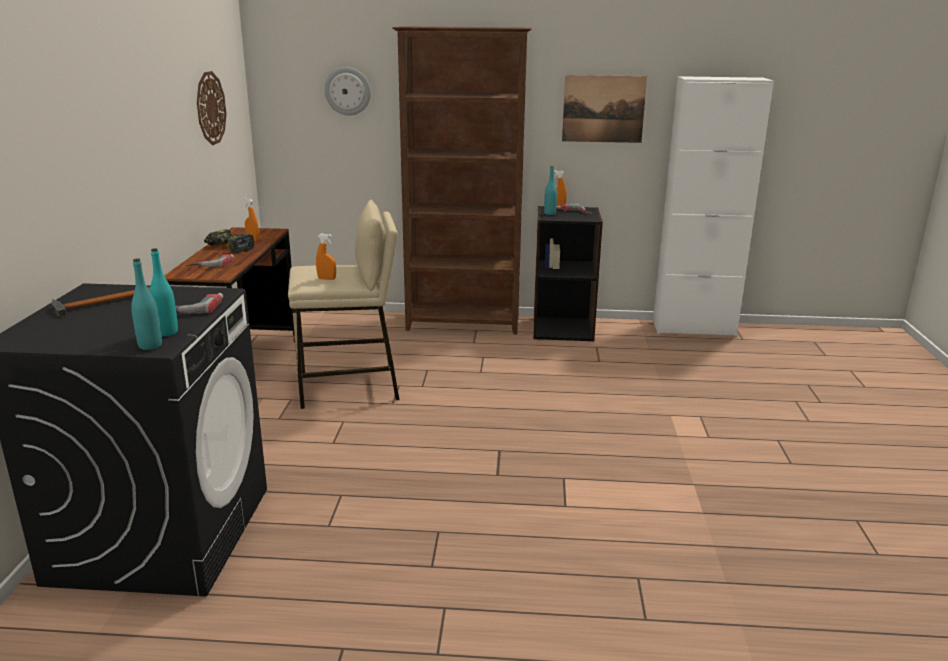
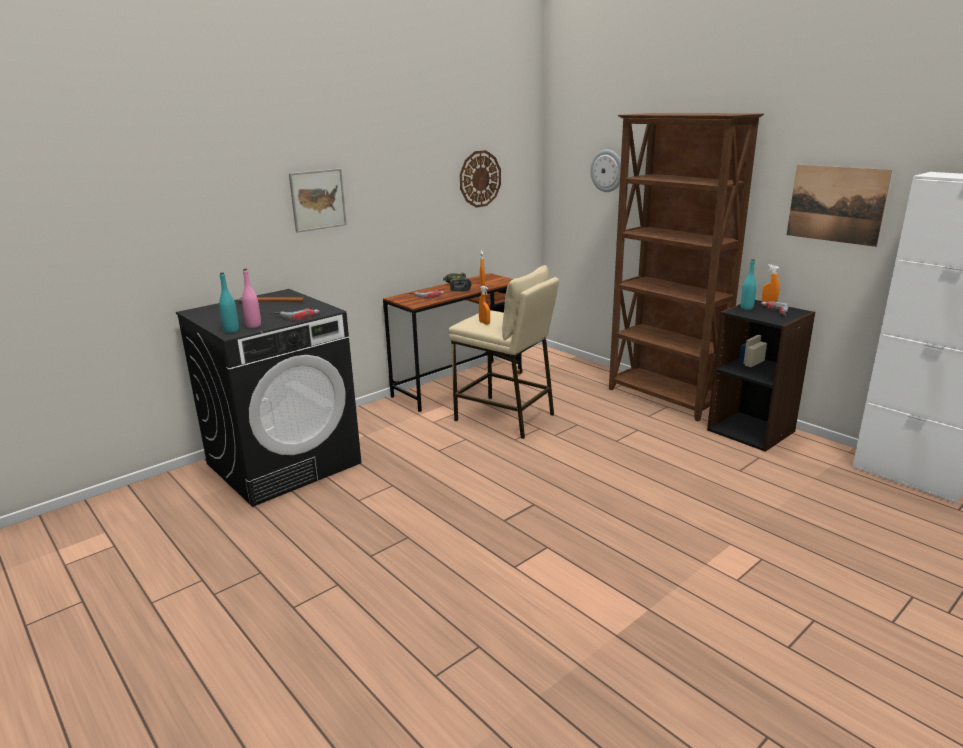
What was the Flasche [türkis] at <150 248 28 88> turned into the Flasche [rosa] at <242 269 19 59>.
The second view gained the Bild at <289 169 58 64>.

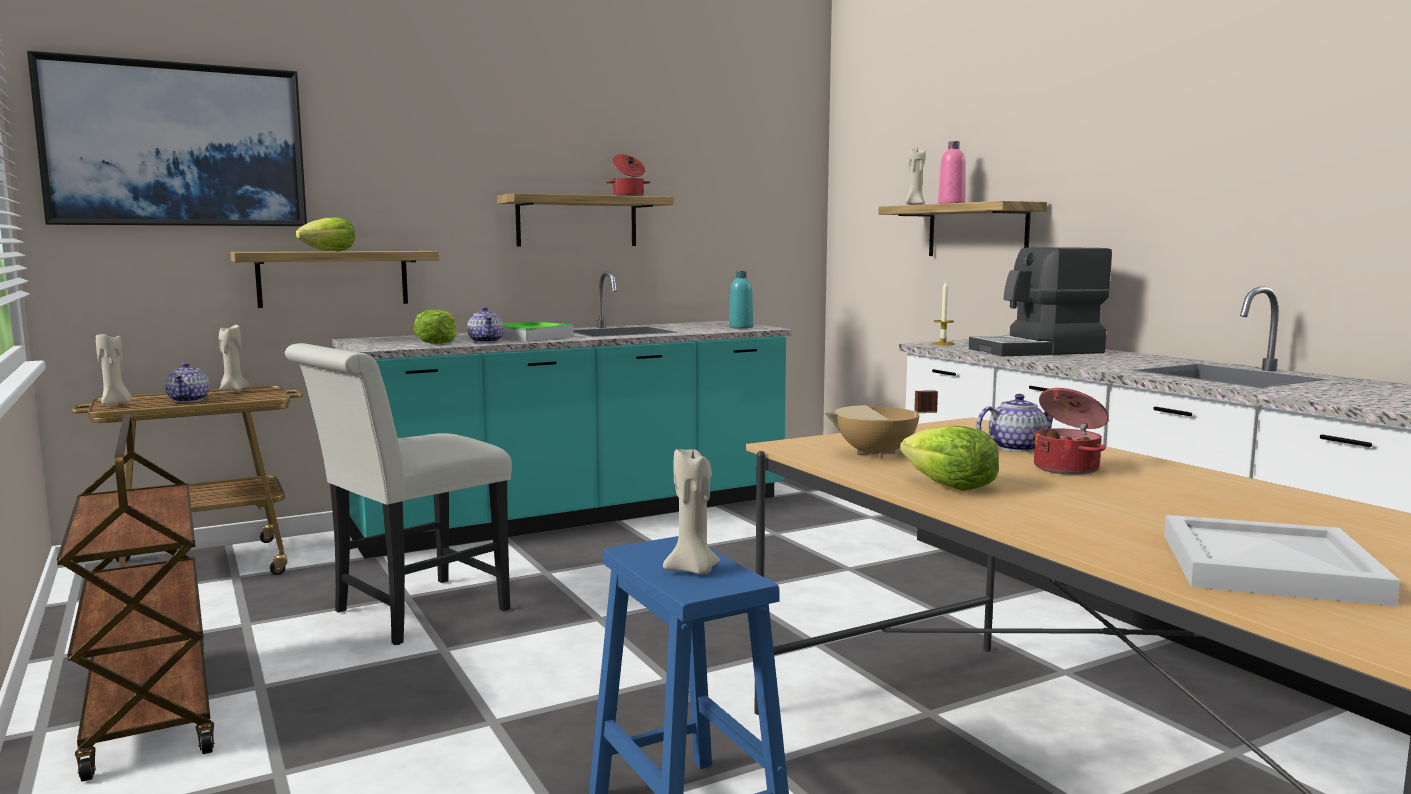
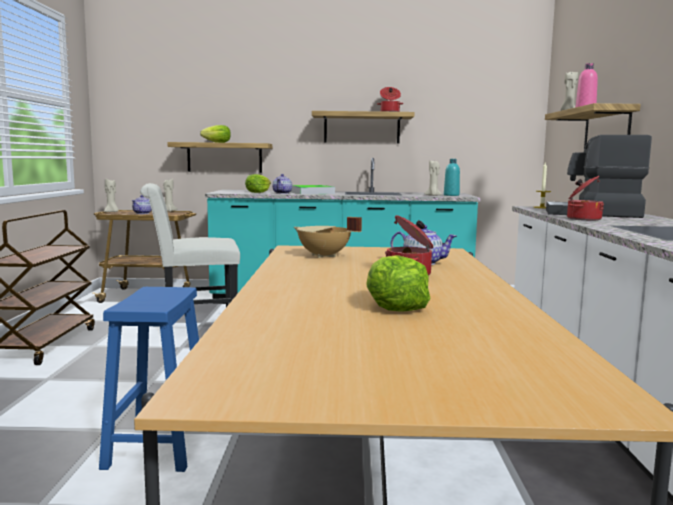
The second view lost the Bild at <27 51 280 175>.
The Salatkopf ended up elsewhere, having gone from <900 425 99 66> to <366 255 65 57>.
The Kerze [beige] ended up elsewhere, having gone from <663 449 57 125> to <424 160 18 36>.
The second view lost the Tablett [weiß] at <1164 515 236 91>.
The second view gained the Kochtopf at <567 176 37 45>.

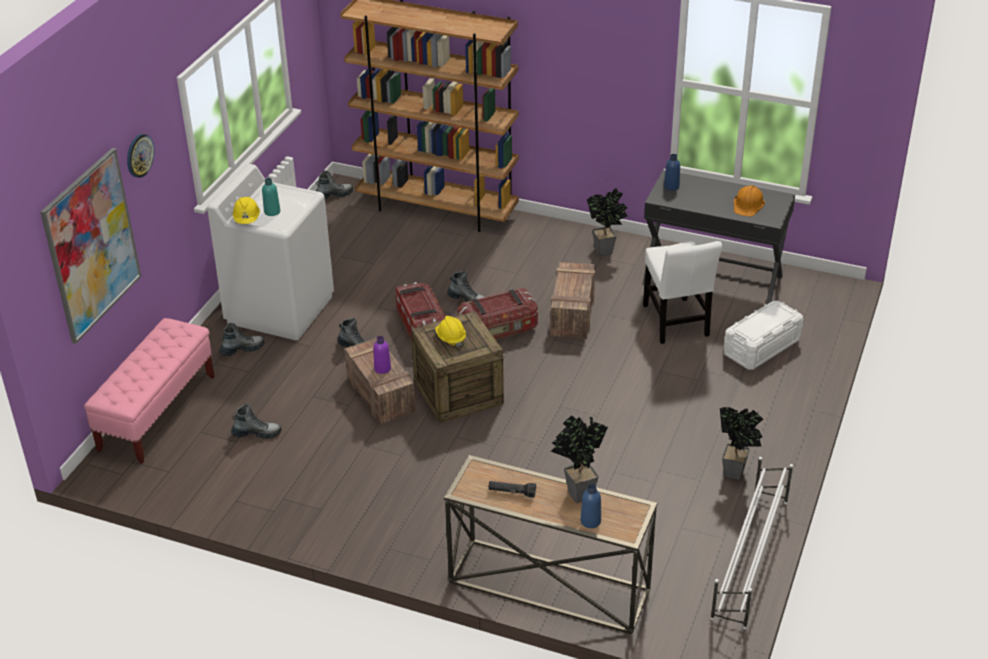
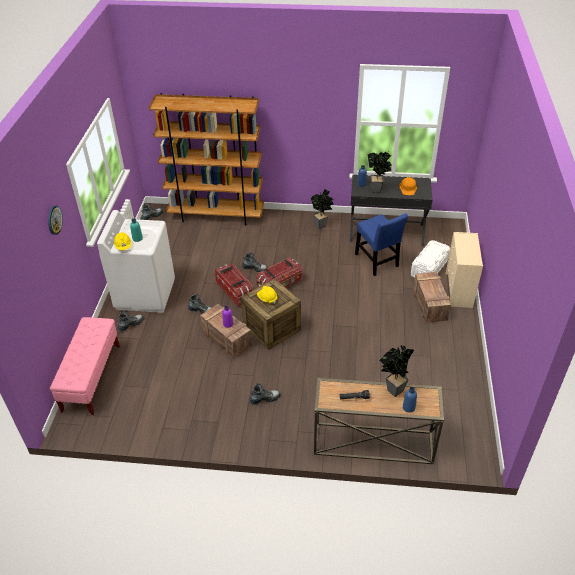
The second view lost the Bild at <40 148 101 196>.
What was the Stuhl [weiß] at <643 241 79 103> turned into the Stuhl [blau] at <355 214 53 62>.
The Kiste ended up elsewhere, having gone from <551 262 44 77> to <413 272 38 51>.
The Stiefel ended up elsewhere, having gone from <231 404 50 35> to <249 383 31 22>.
The Topfpflanze ended up elsewhere, having gone from <720 407 43 73> to <367 152 25 41>.
The second view lost the Schuhregal [weiß] at <711 457 82 172>.
The second view gained the Kommode [beige] at <446 232 37 76>.

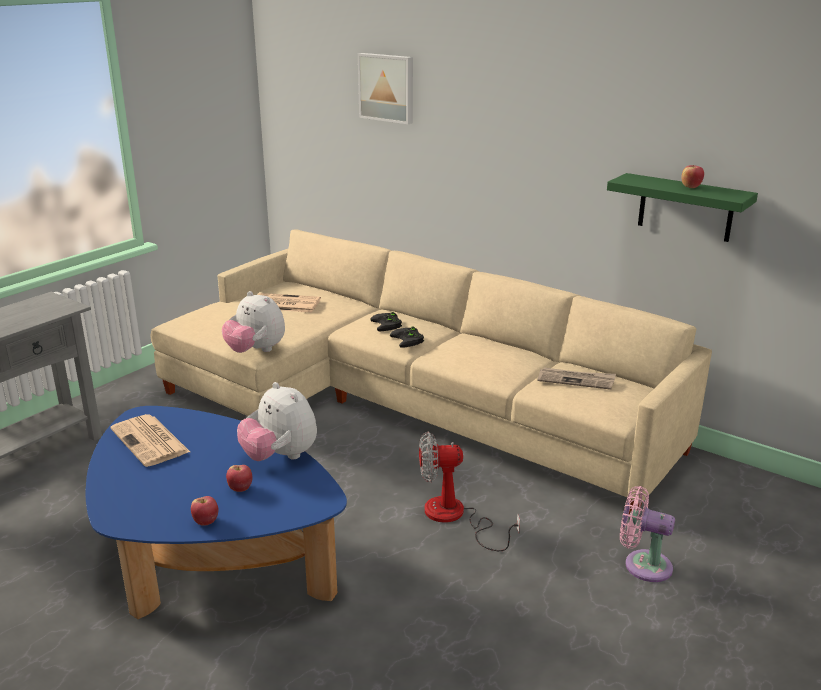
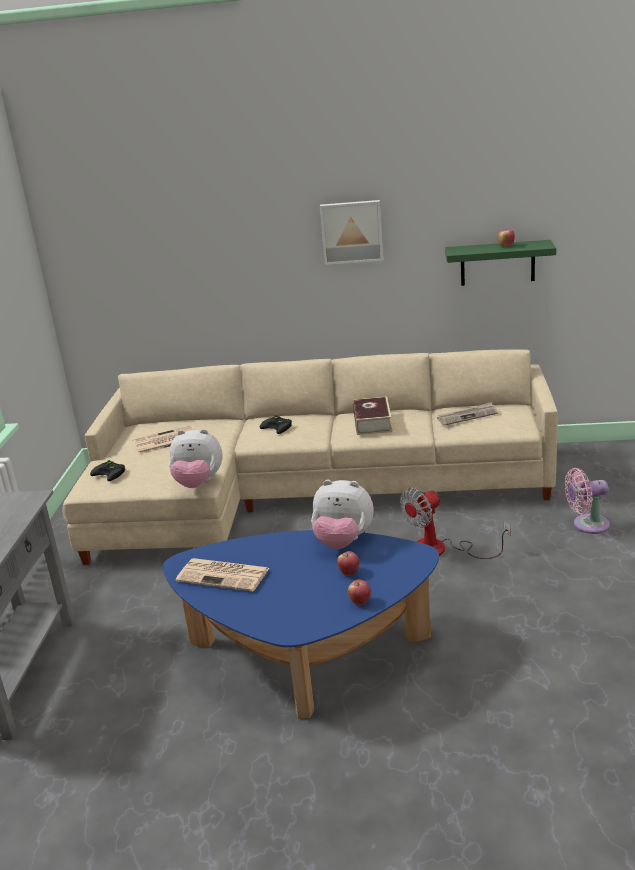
The Bild ended up elsewhere, having gone from <358 53 55 71> to <320 200 63 65>.
The Gamepad [schwarz] ended up elsewhere, having gone from <390 327 34 21> to <90 460 35 21>.
The second view gained the Buch at <353 396 39 39>.

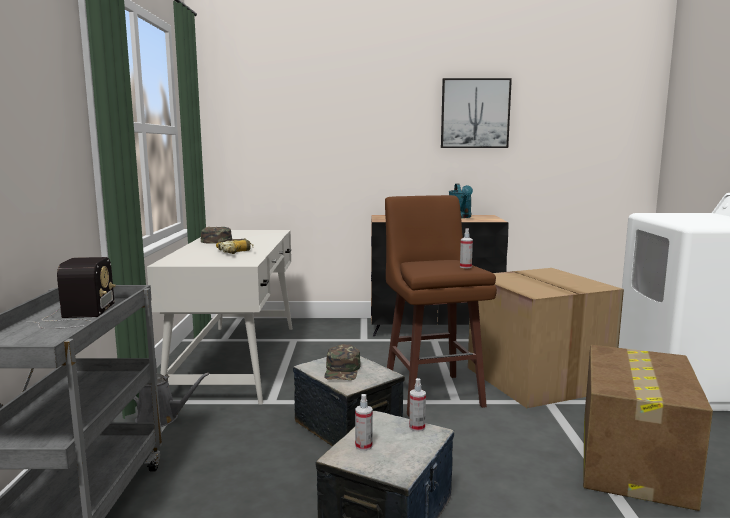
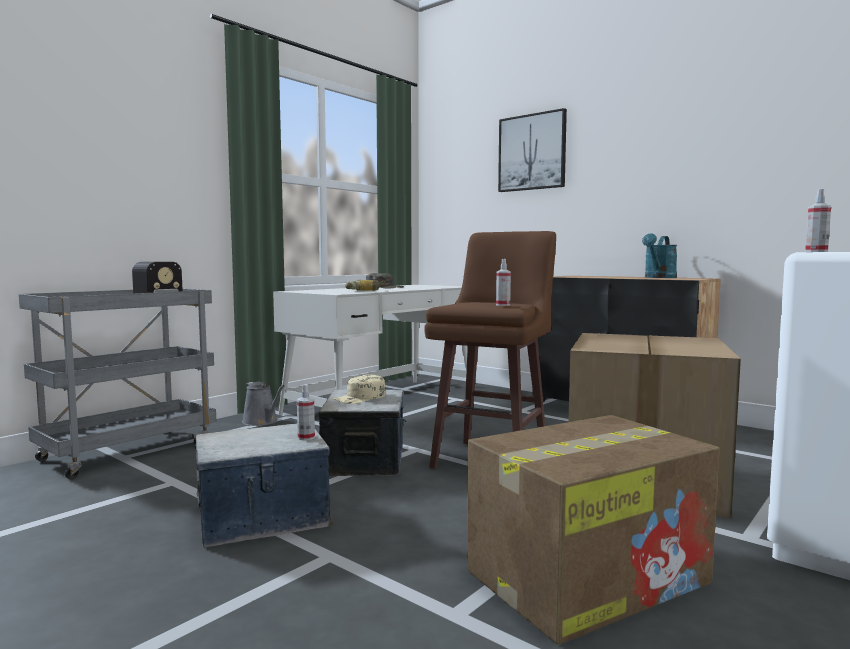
The Bild ended up elsewhere, having gone from <441 78 71 70> to <498 108 69 84>.
What was the Kappe [grün] at <324 344 37 36> turned into the Kappe [beige] at <331 375 55 29>.
The Sprühflasche ended up elsewhere, having gone from <355 394 18 57> to <805 189 26 63>.

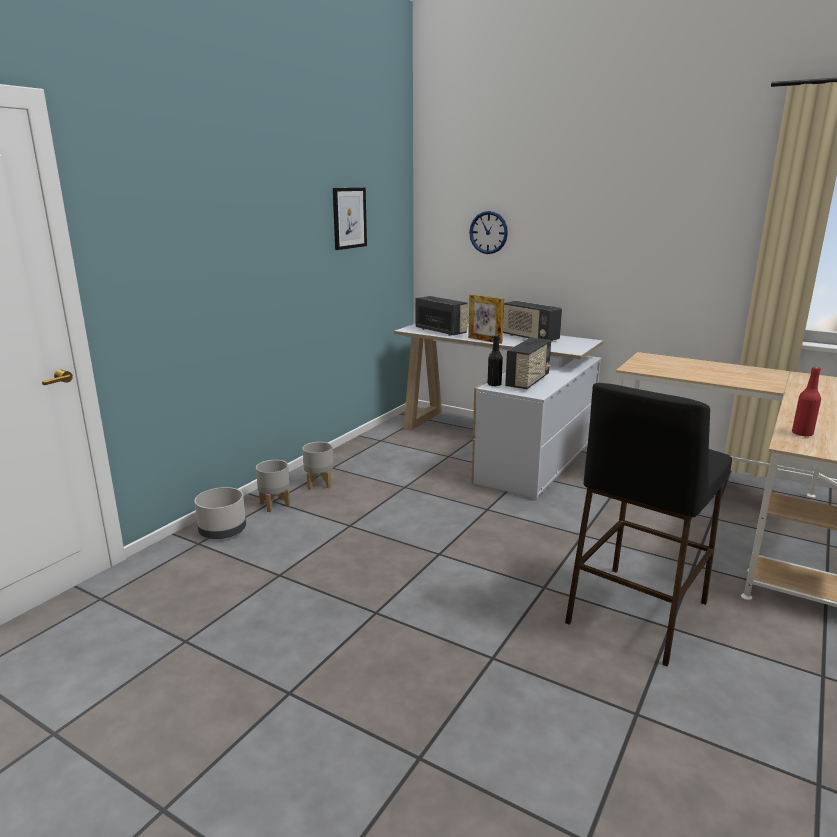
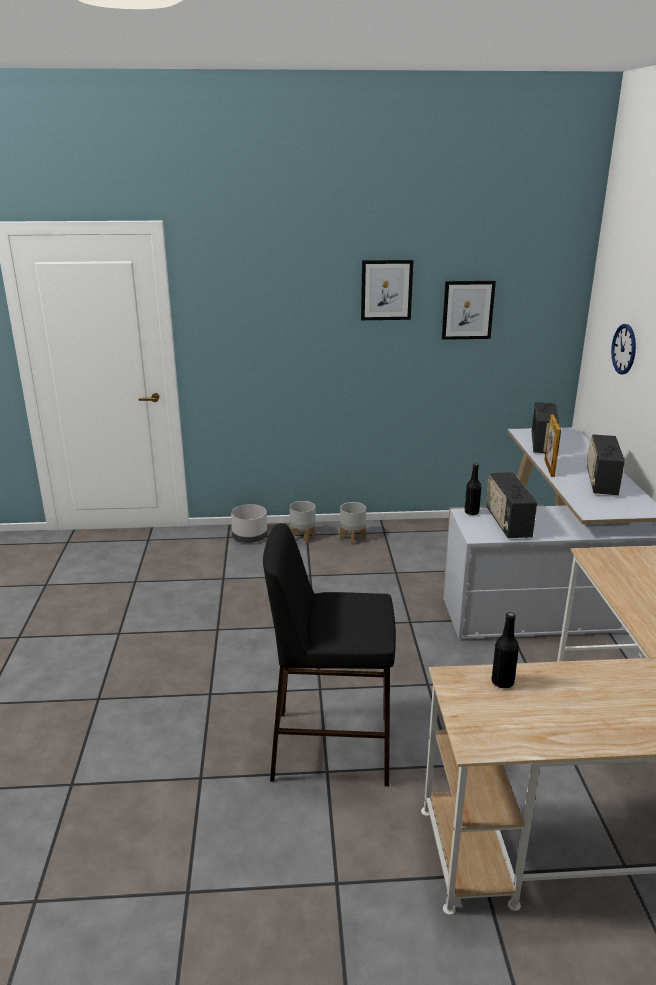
The Radio at <505 338 46 51> ended up facing another way, 90 degrees clockwise from before.
What was the Flasche [rot] at <792 367 29 70> turned into the Flasche [schwarz] at <491 612 28 77>.
The second view gained the Bild at <361 260 52 60>.

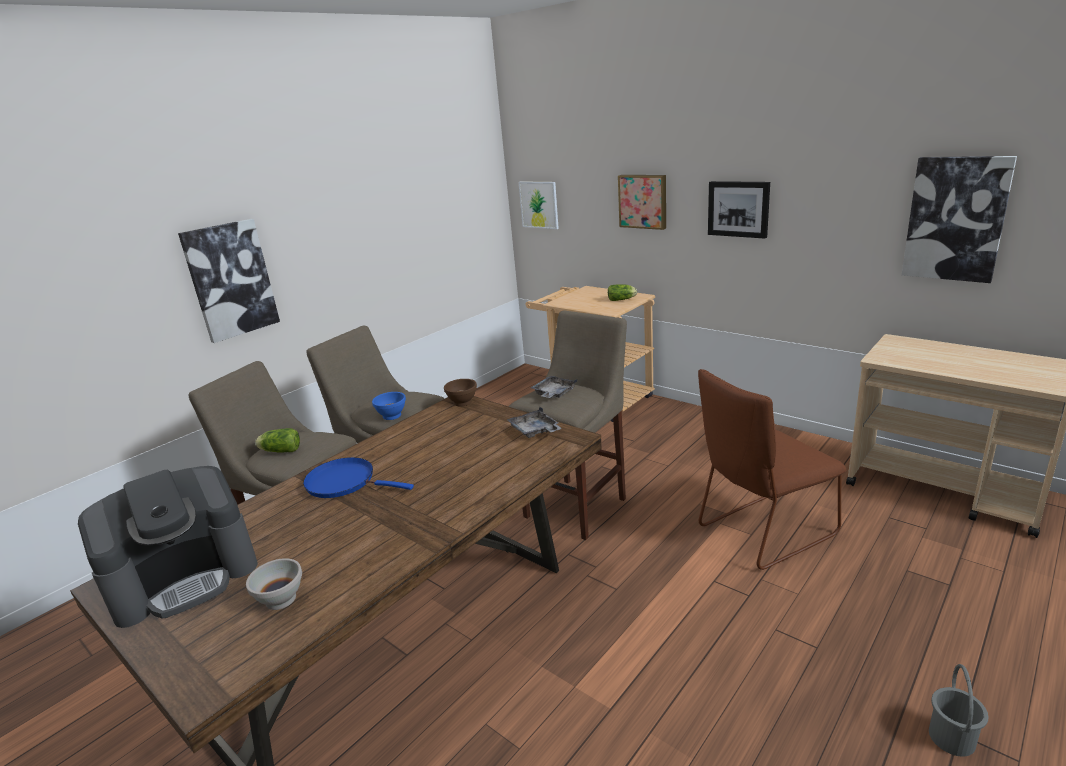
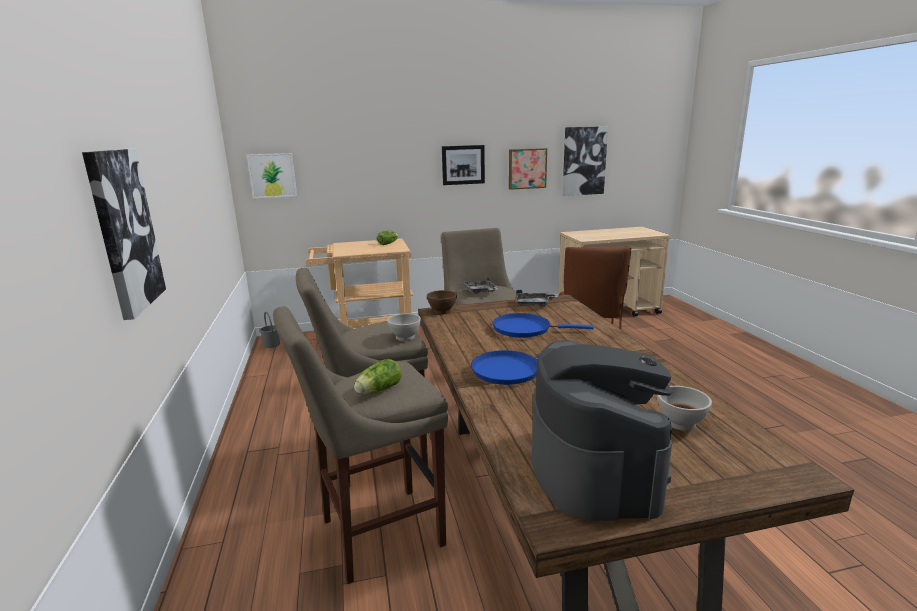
The Bild ended up elsewhere, having gone from <618 175 48 55> to <509 148 38 42>.
What was the Schüssel [blau] at <372 392 34 28> turned into the Schüssel [weiß] at <387 313 34 28>.
The Eimer [grau] ended up elsewhere, having gone from <929 664 60 93> to <259 312 21 36>.
The second view gained the Pfanne [blau] at <493 313 101 25>.

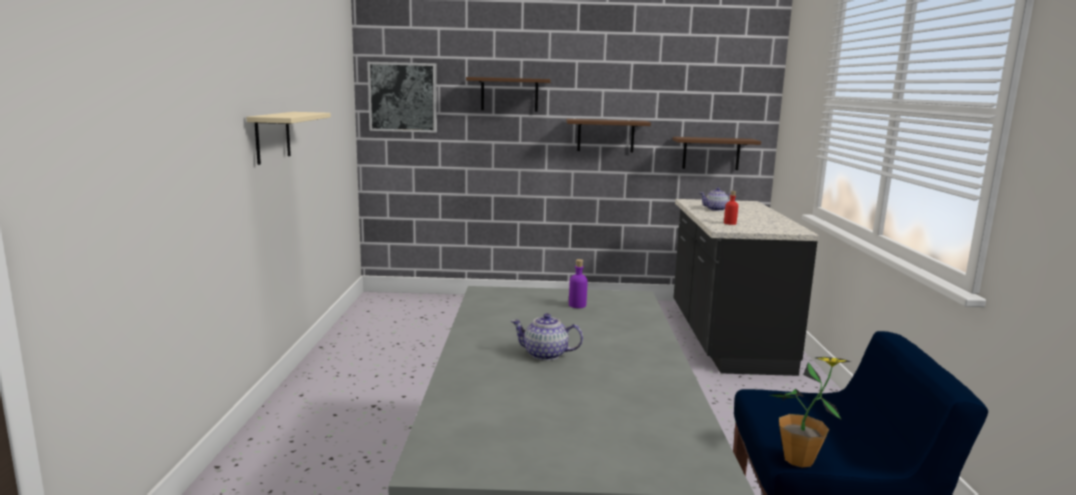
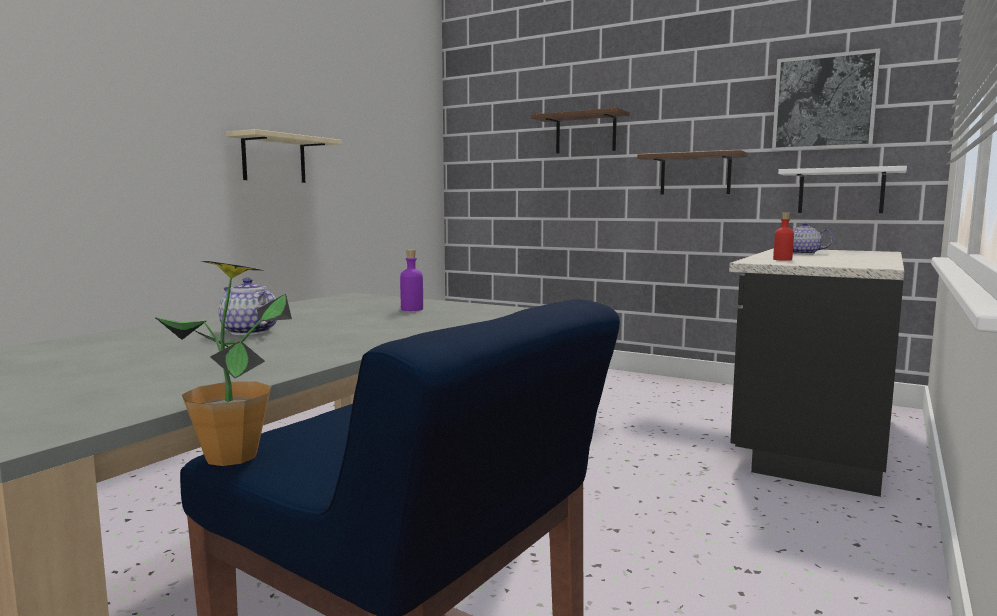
The Bild ended up elsewhere, having gone from <367 62 70 71> to <772 48 108 103>.
What was the Wandregal [braun] at <673 137 88 33> turned into the Wandregal [weiß] at <778 166 129 47>.

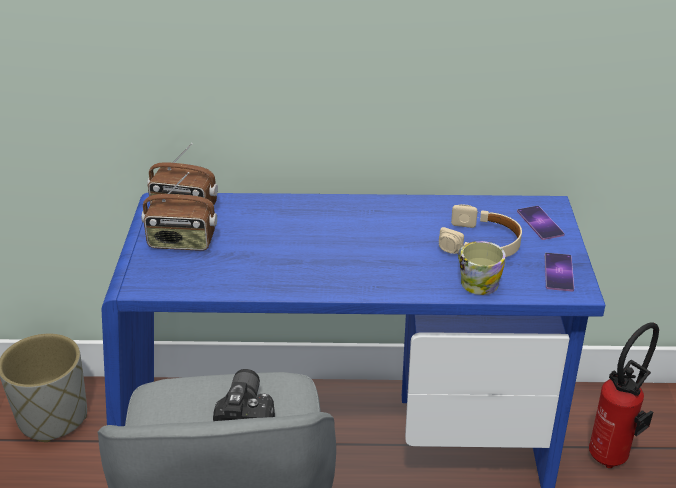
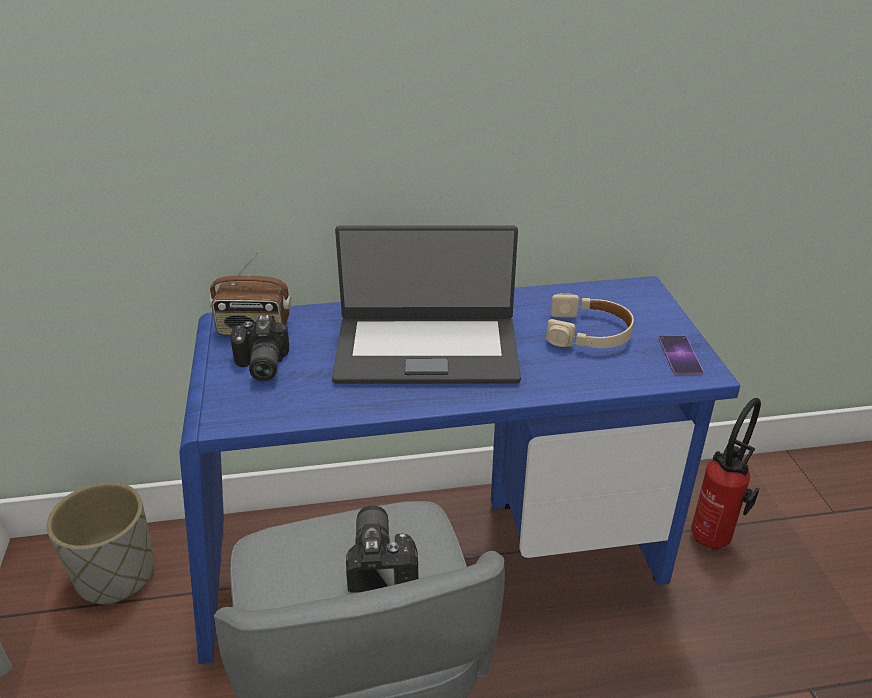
Where the Radio stood at <142 172 75 79>, the Kamera came to stand at <230 314 59 67>.
The second view lost the Handy at <517 206 48 34>.
The second view lost the Henkelbecher at <458 241 47 54>.
The second view gained the Laptop at <332 226 189 158>.

